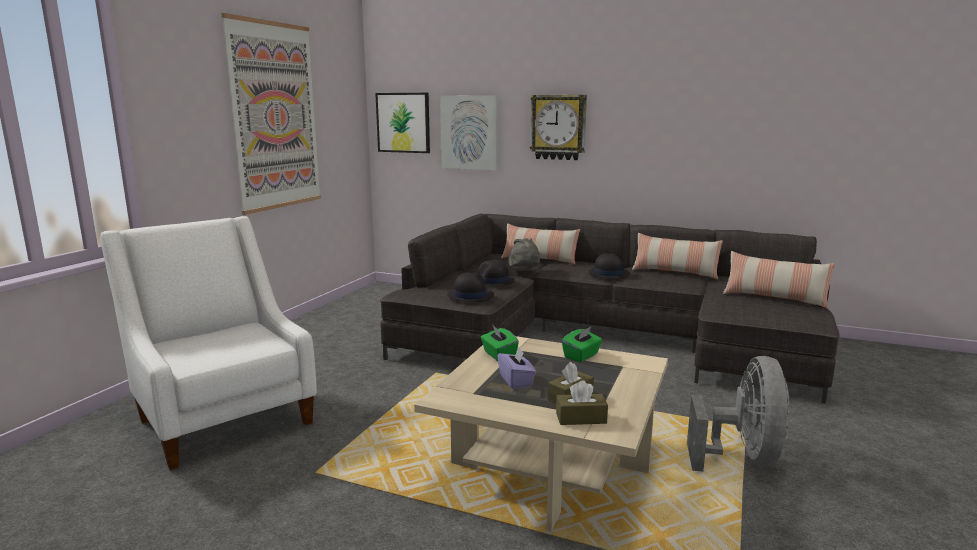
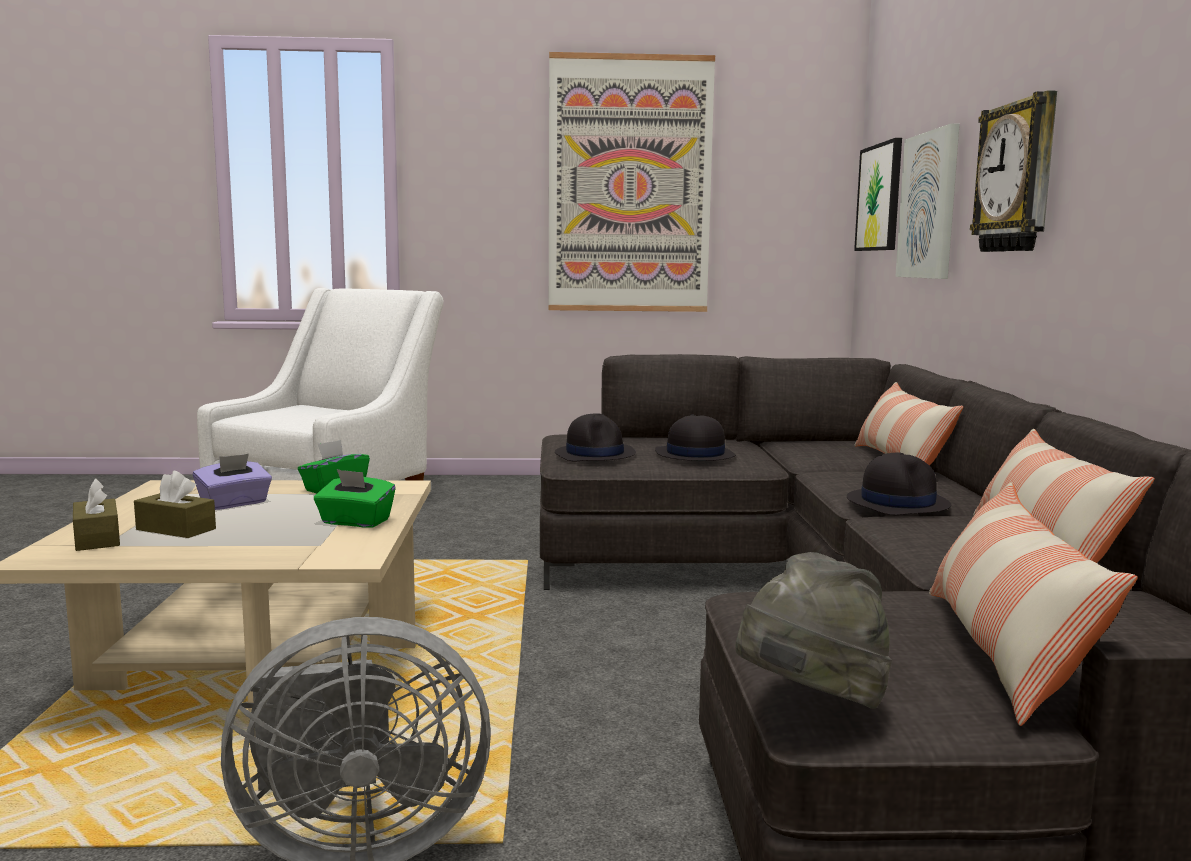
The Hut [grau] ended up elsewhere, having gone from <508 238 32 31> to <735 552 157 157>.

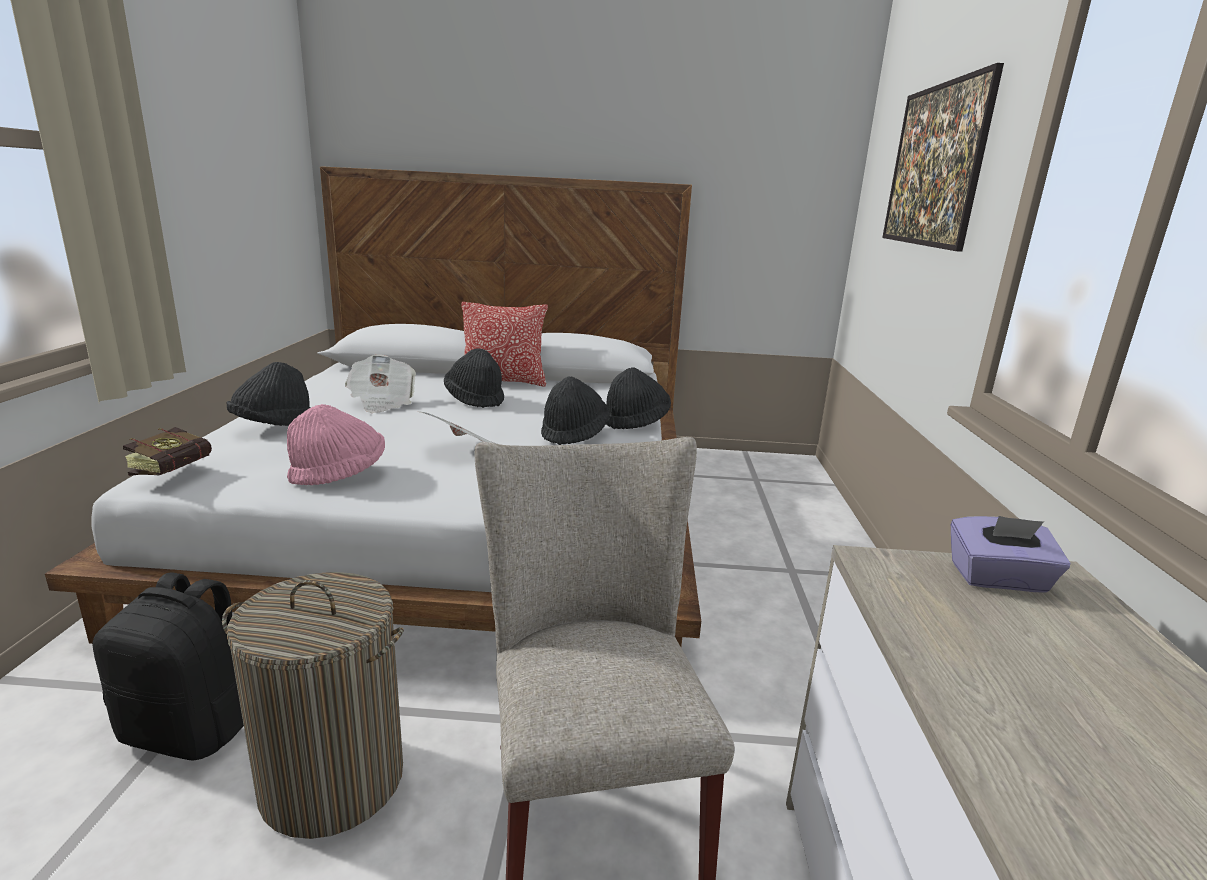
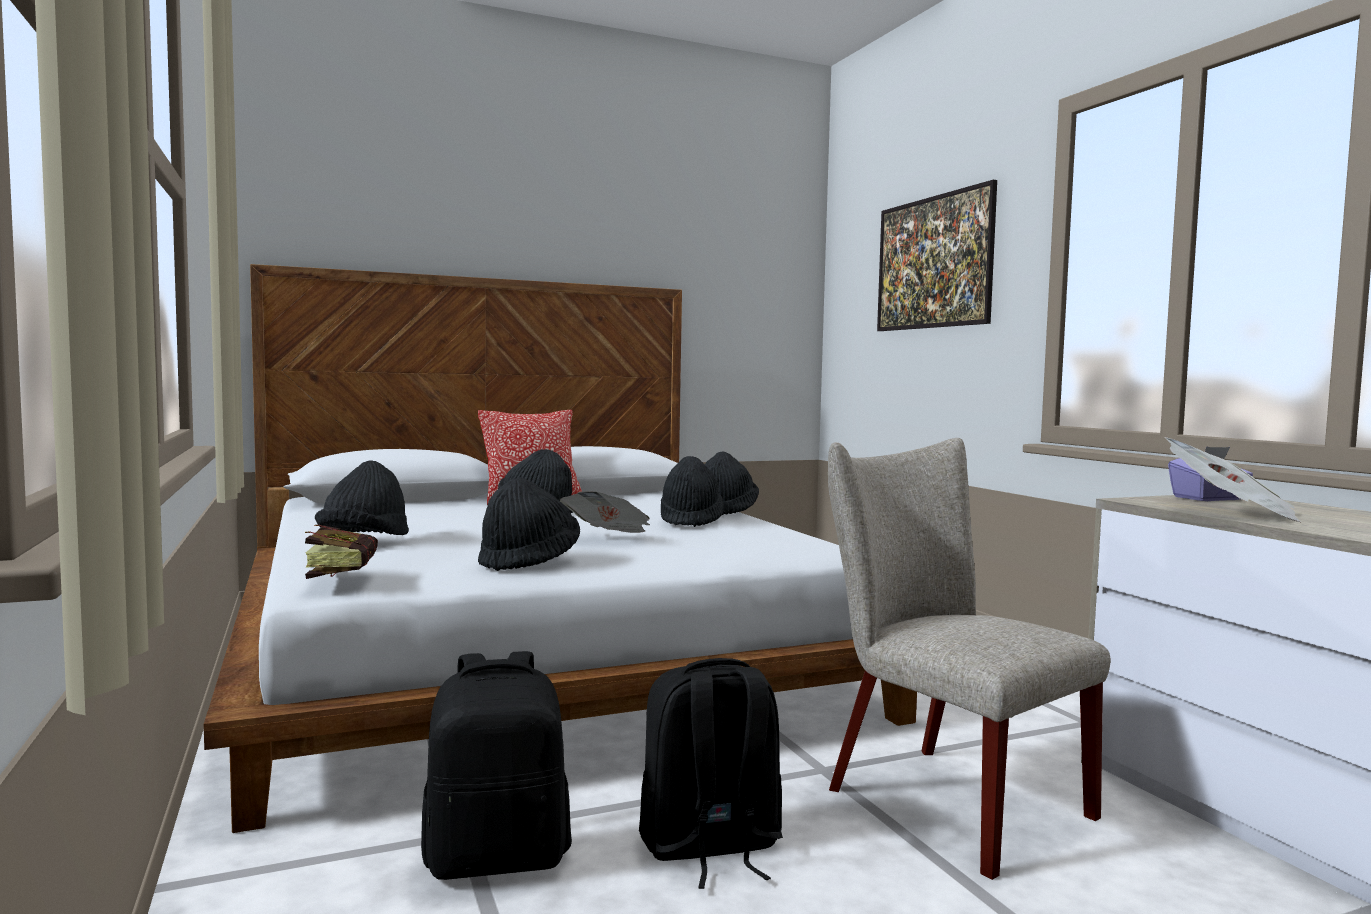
The Zeitung ended up elsewhere, having gone from <345 354 71 59> to <1164 437 138 86>.
What was the Hut [rosa] at <287 404 98 81> turned into the Hut [schwarz] at <478 477 102 94>.
Where the Wäschekorb stood at <222 572 182 267>, the Rucksack [schwarz] came to stand at <639 658 144 231>.

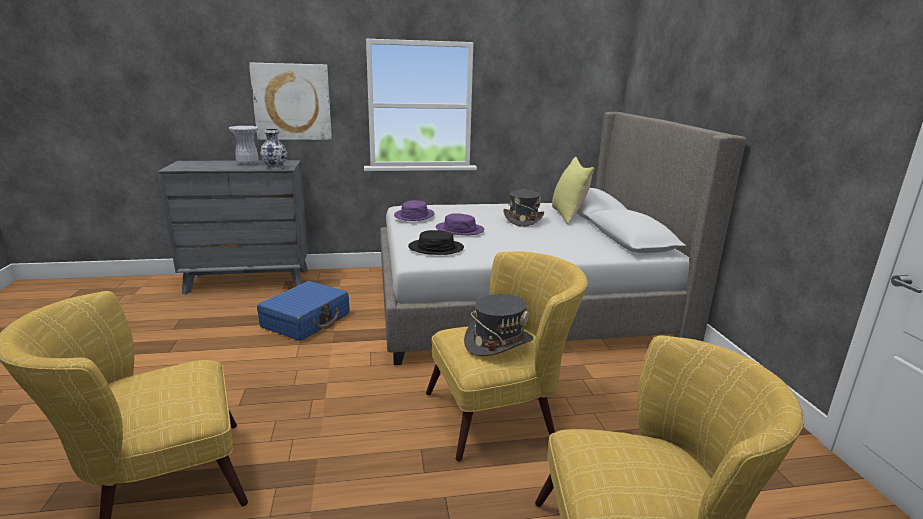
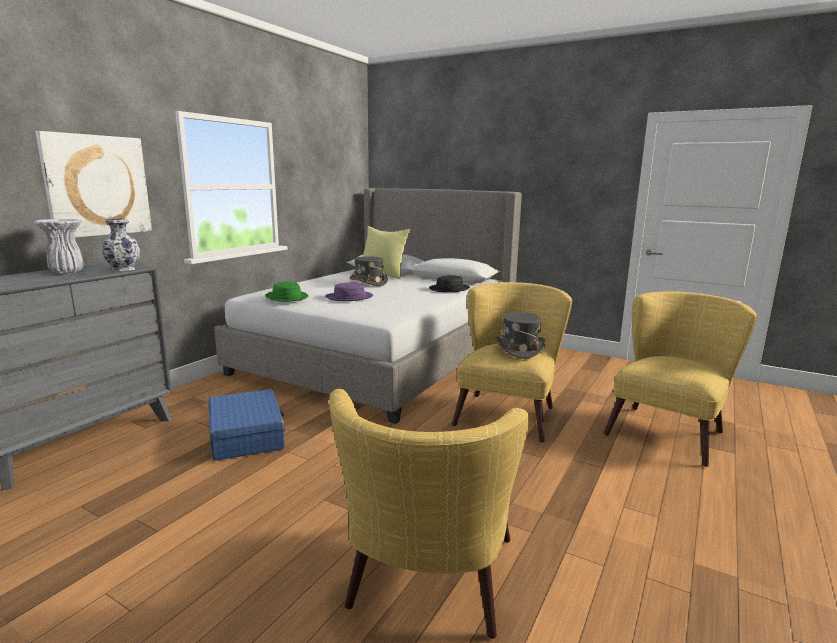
What was the Hut [lila] at <394 200 40 21> turned into the Hut [grün] at <265 282 43 20>.
The Hut [schwarz] ended up elsewhere, having gone from <408 230 56 25> to <429 275 41 17>.

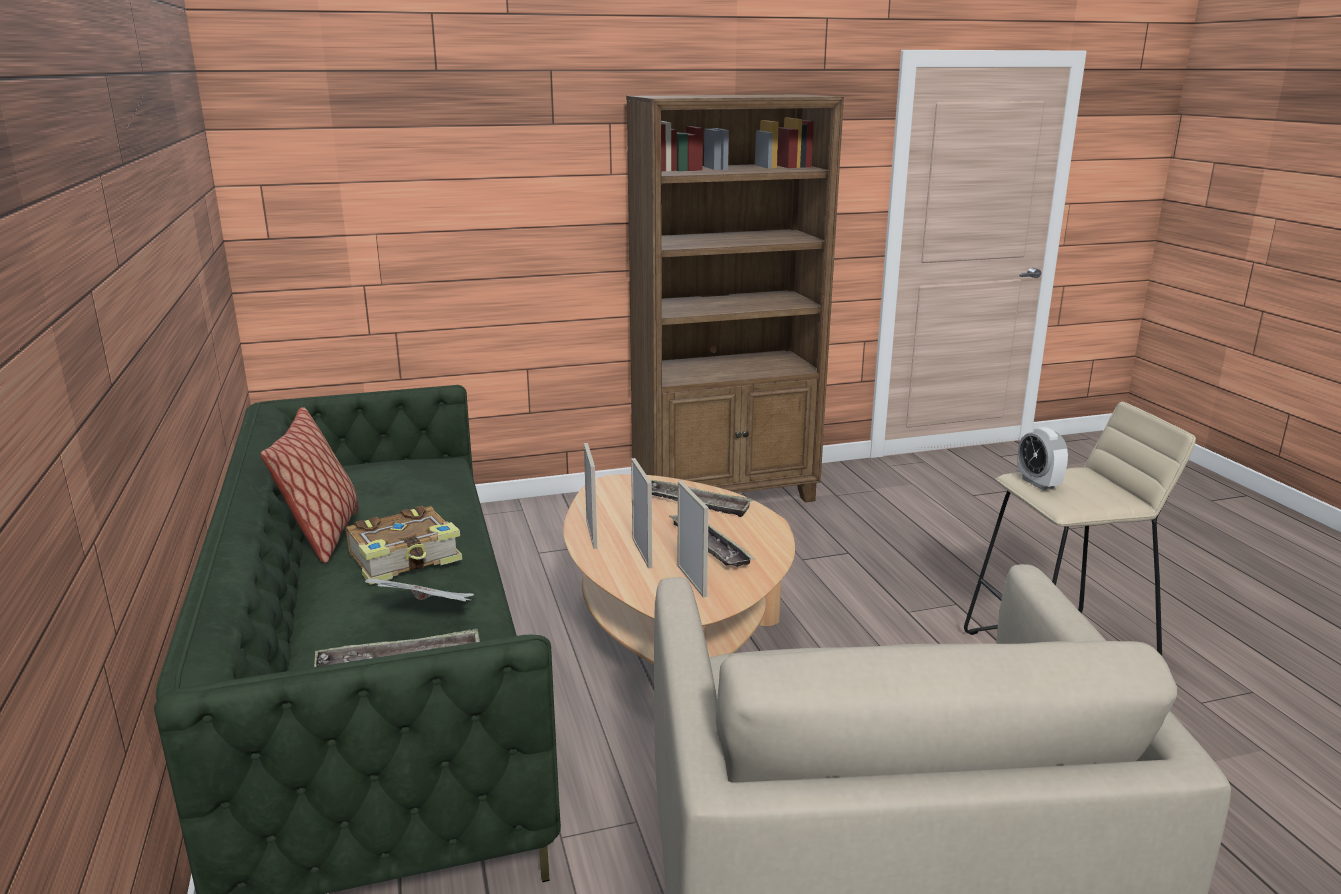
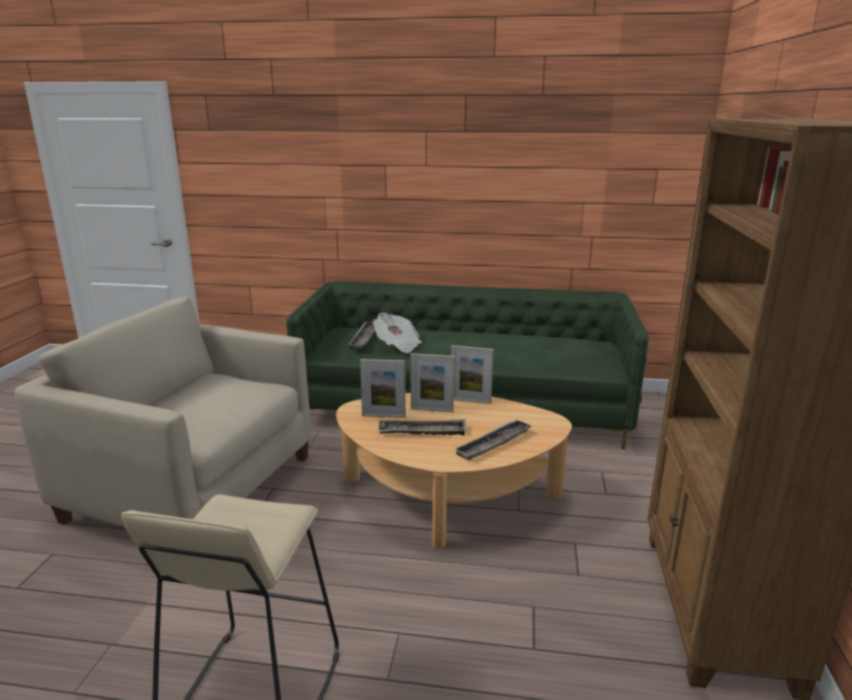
The second view lost the Kissen at <261 407 98 156>.
The second view lost the Wecker at <1017 427 51 63>.
The second view lost the Buch at <346 506 116 79>.

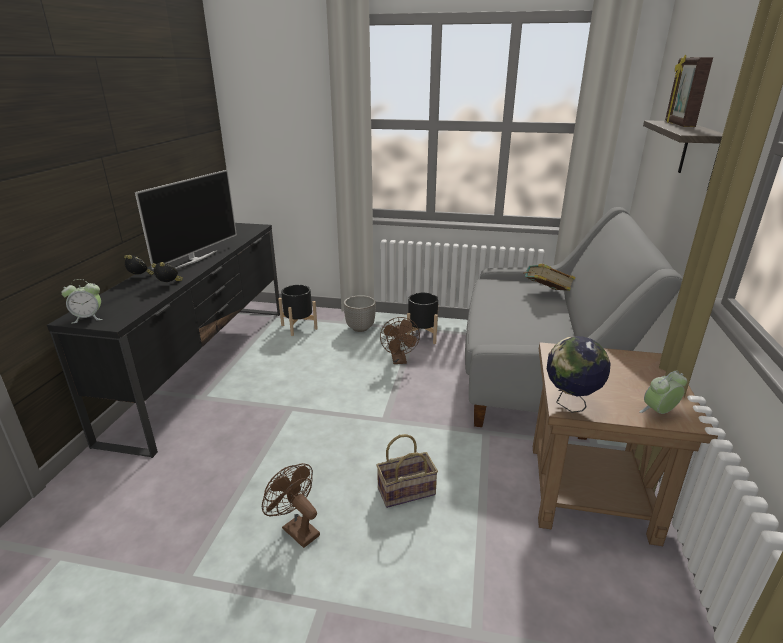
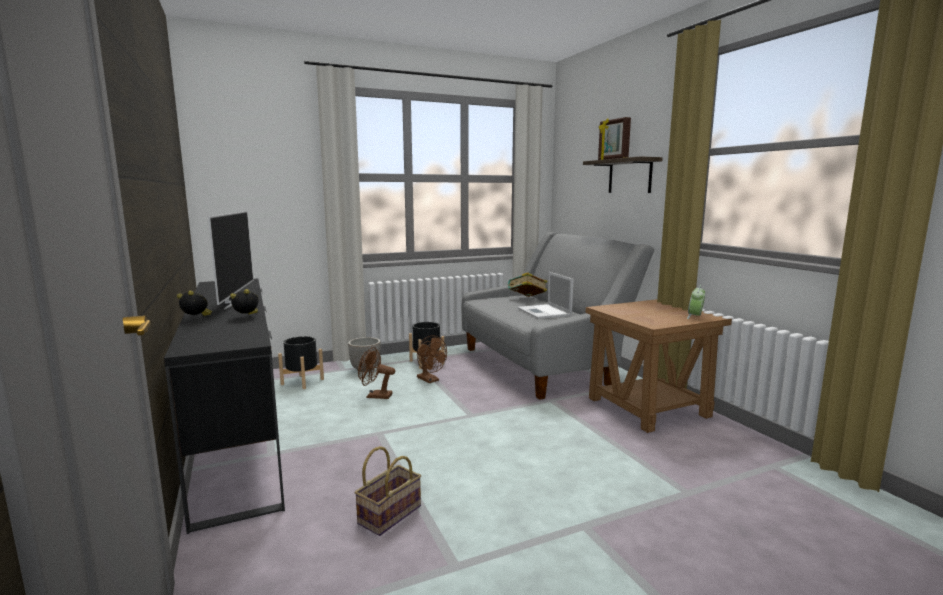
The second view lost the Wecker at <61 279 42 44>.
The second view lost the Globus at <547 336 64 77>.
The Korb ended up elsewhere, having gone from <376 434 62 74> to <355 446 66 90>.
The Ventilator [braun] ended up elsewhere, having gone from <262 463 58 85> to <358 347 37 52>.
The second view gained the Laptop at <518 272 56 47>.

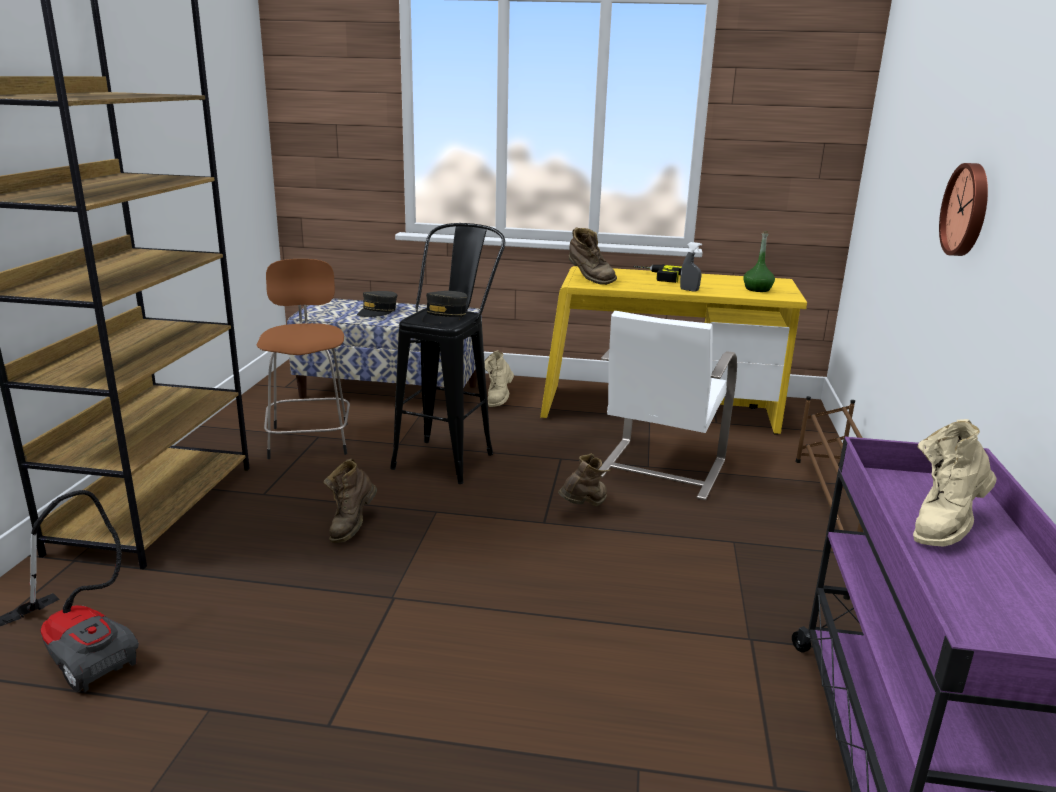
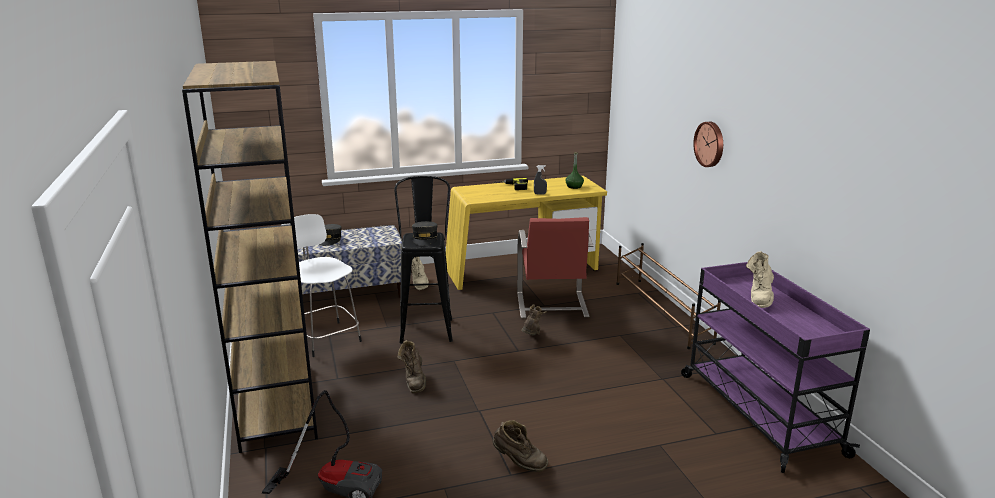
The Stiefel [braun] ended up elsewhere, having gone from <569 227 48 58> to <493 420 55 52>.
What was the Hocker [braun] at <257 259 93 200> turned into the Hocker [weiß] at <282 214 80 143>.
What was the Stuhl [weiß] at <598 311 139 189> turned into the Stuhl [rot] at <517 217 77 101>.

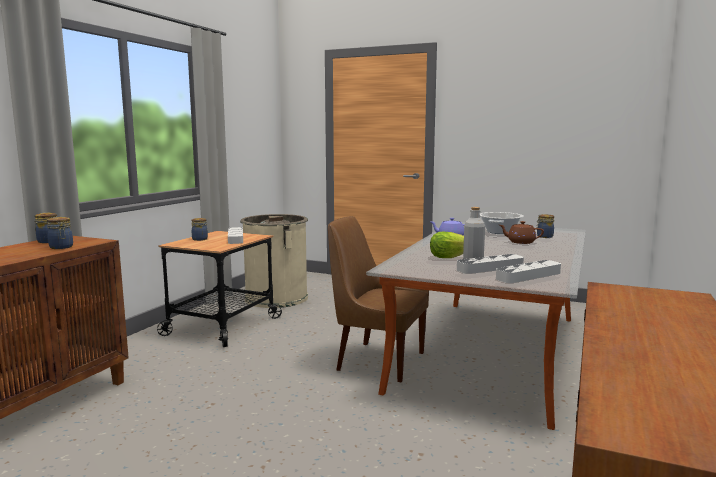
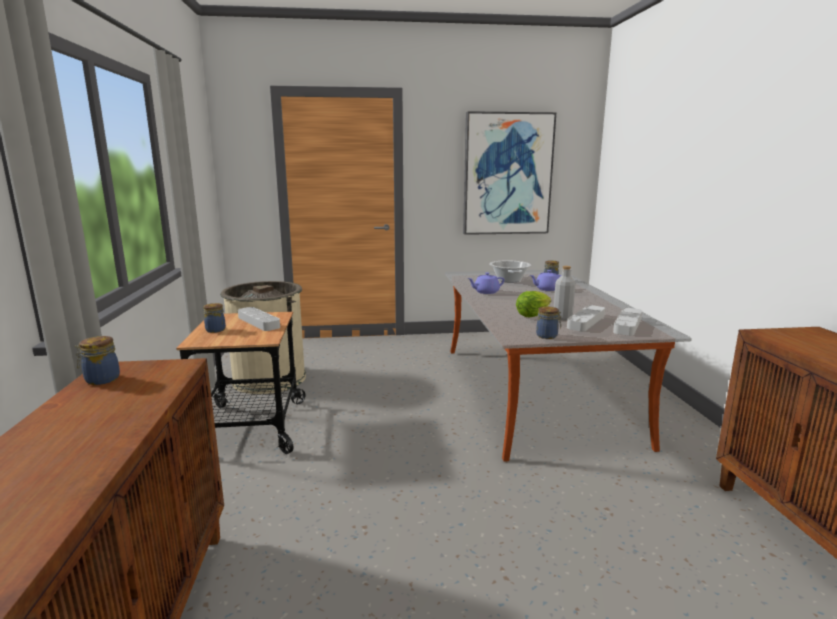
The second view lost the Stuhl [braun] at <328 216 101 167>.
The Vorratsglas ended up elsewhere, having gone from <47 217 26 32> to <536 306 26 33>.
What was the Teekanne [braun] at <499 221 45 23> turned into the Teekanne [lila] at <529 270 32 21>.
The second view gained the Bild at <463 111 93 124>.

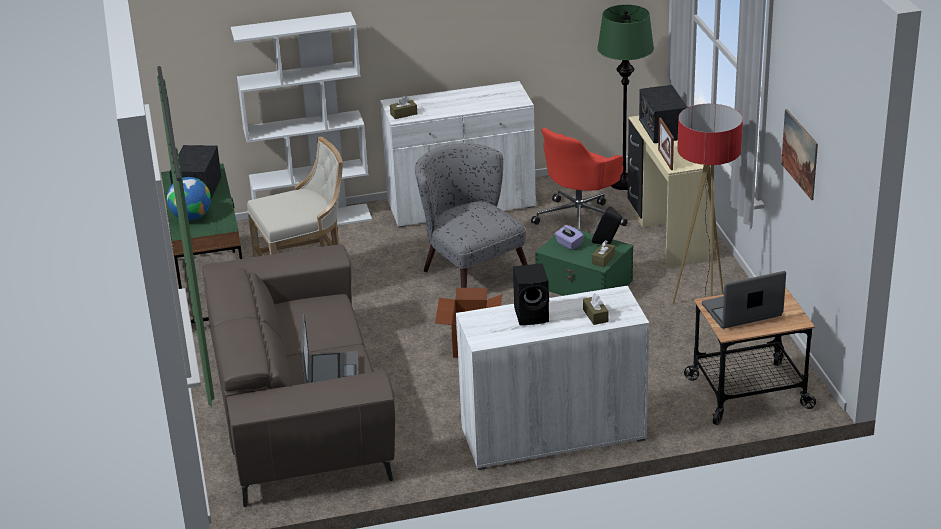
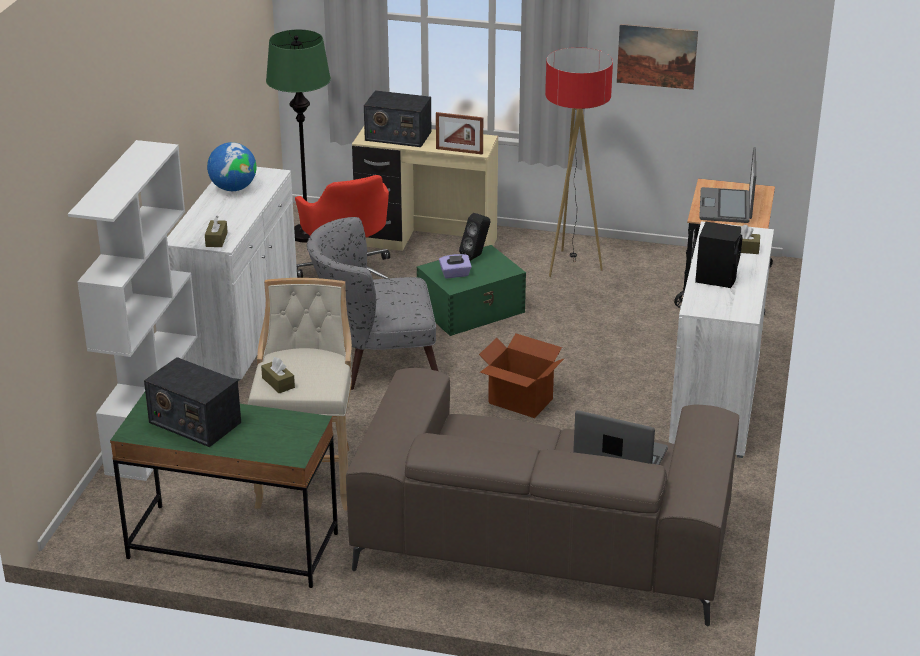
The Globus ended up elsewhere, having gone from <167 177 44 43> to <207 142 49 49>.
The Taschentuchbox [braun] ended up elsewhere, having gone from <592 240 23 27> to <261 357 34 36>.

